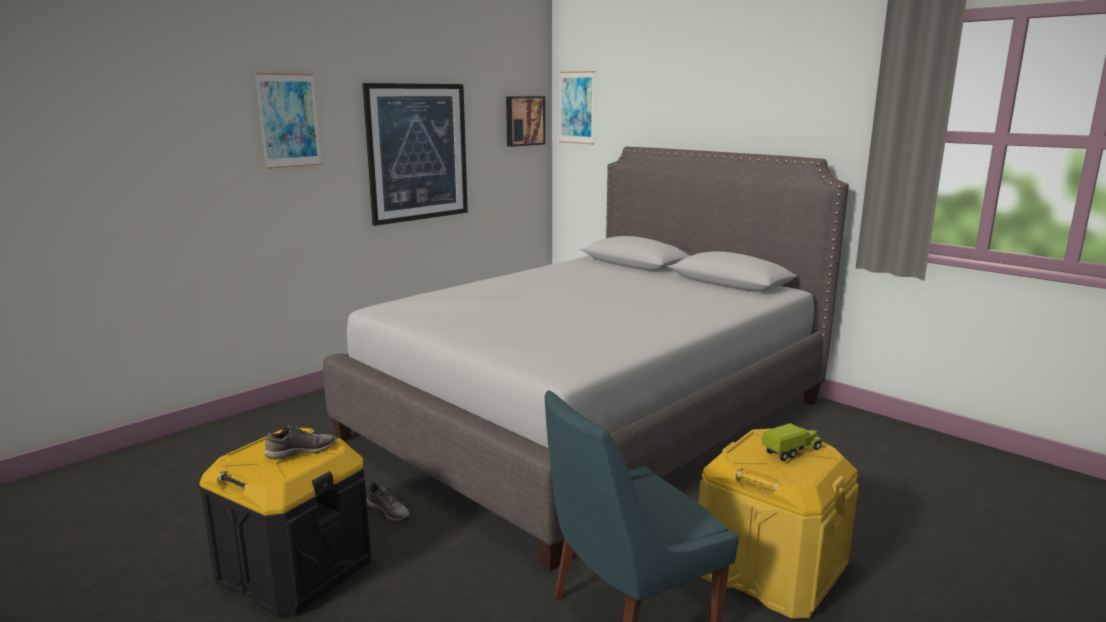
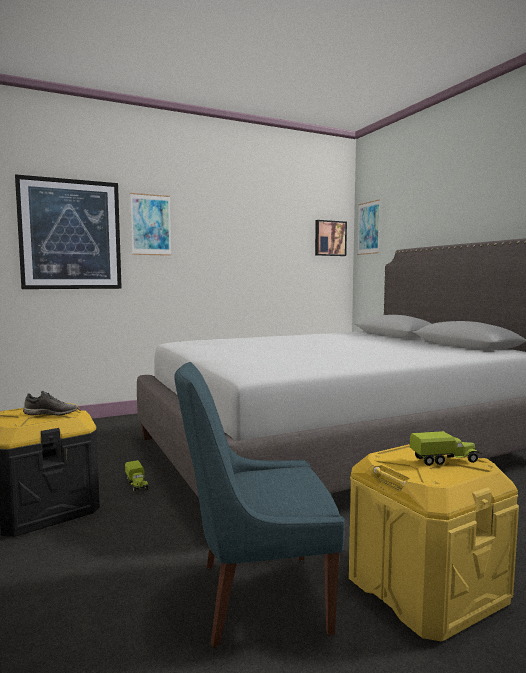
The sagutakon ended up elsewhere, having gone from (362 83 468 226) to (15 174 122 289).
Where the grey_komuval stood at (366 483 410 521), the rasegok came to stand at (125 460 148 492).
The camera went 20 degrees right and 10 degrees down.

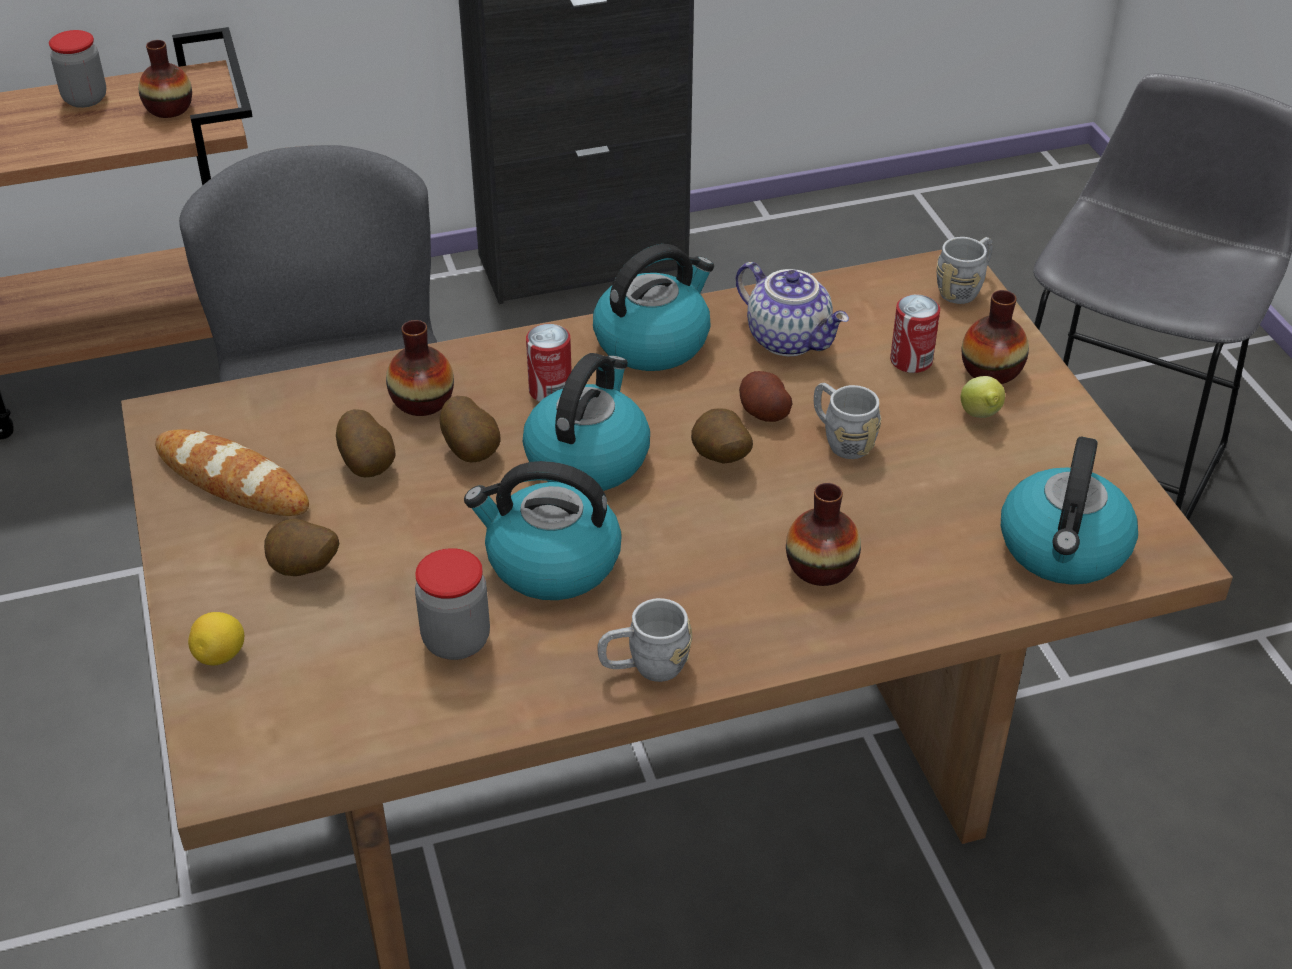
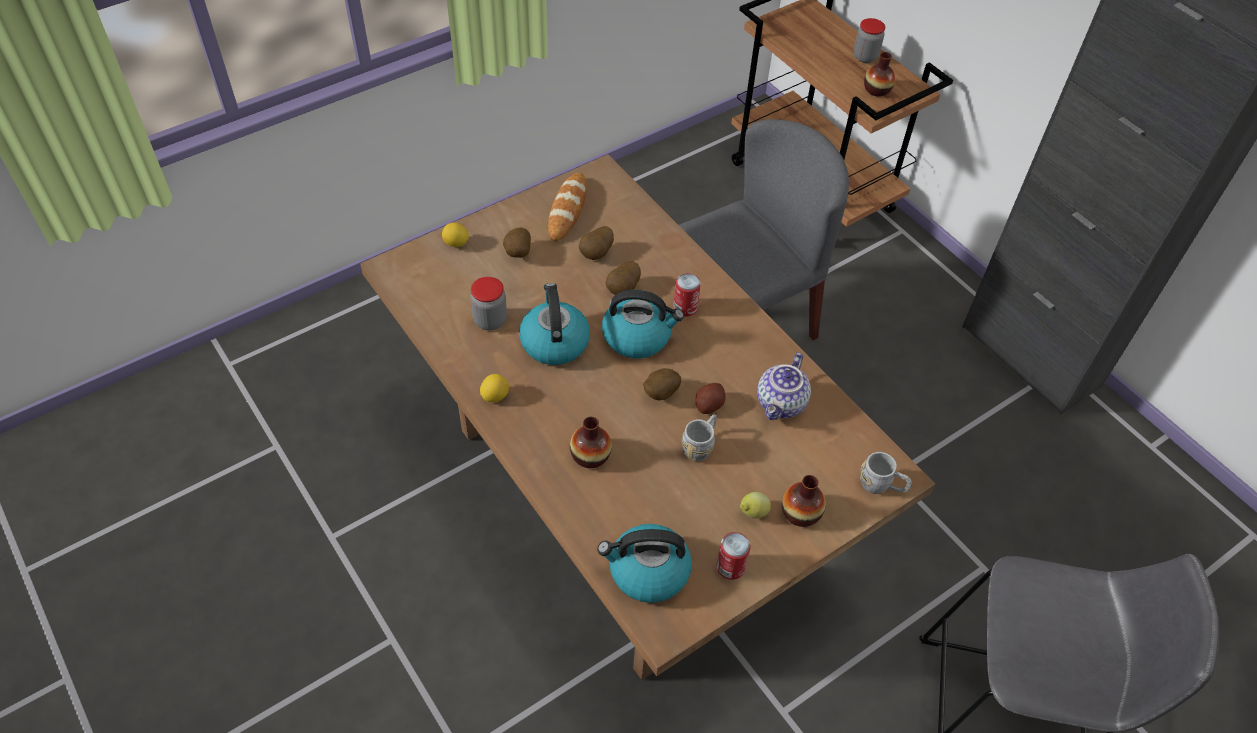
The second view lost the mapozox at (593 244 714 371).
The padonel ended up elsewhere, having gone from (890 295 940 373) to (716 532 751 580).
The second view lost the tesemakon at (386 320 454 416).
Where the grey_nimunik stood at (597 598 692 682), the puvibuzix came to stand at (480 374 509 402).
The camera went 70 degrees right and 10 degrees up.

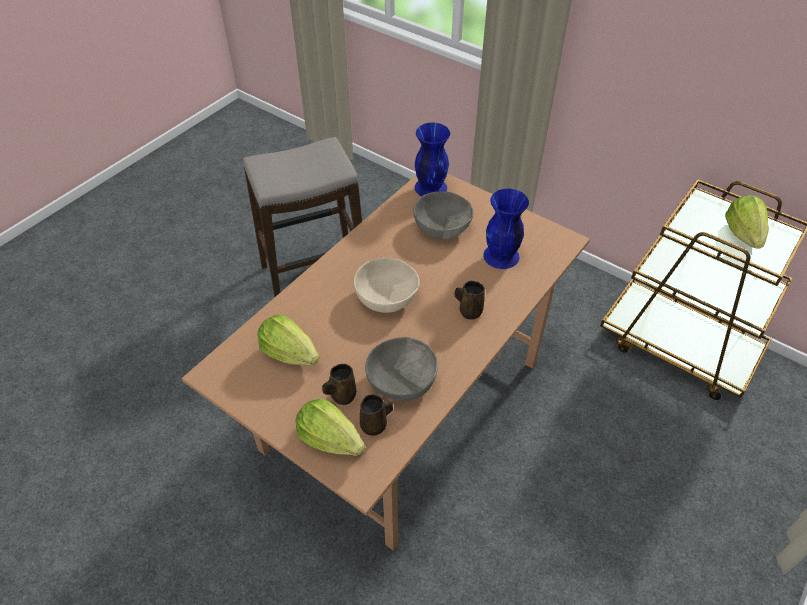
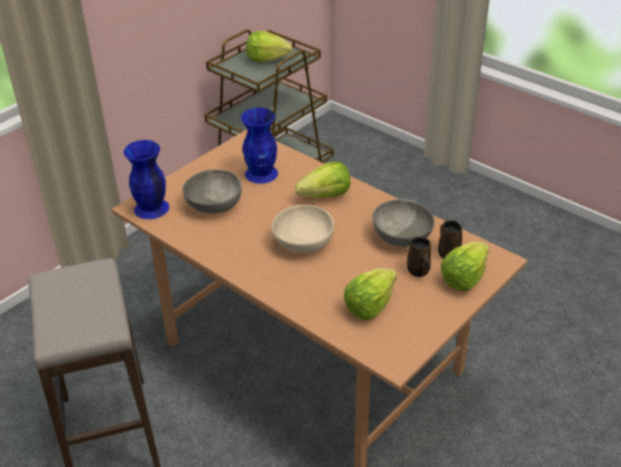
Where the brown_nimunik stood at (454 281 485 319), the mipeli came to stand at (295 162 350 198).
The camera went 85 degrees left and 10 degrees down.

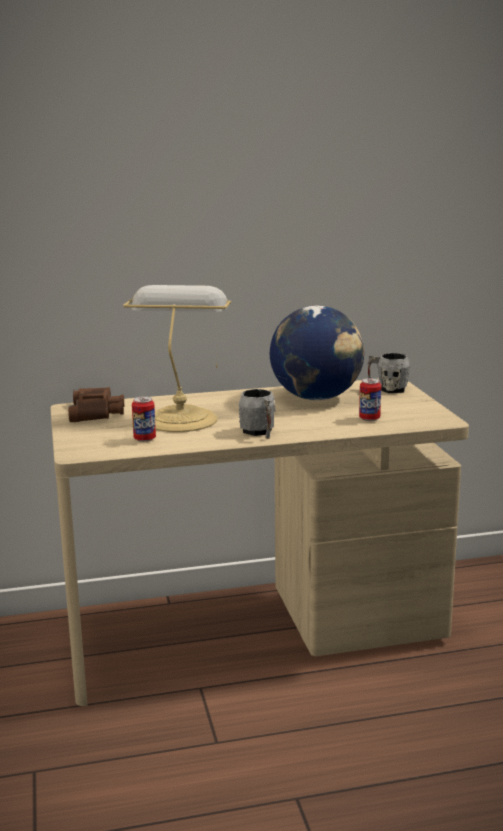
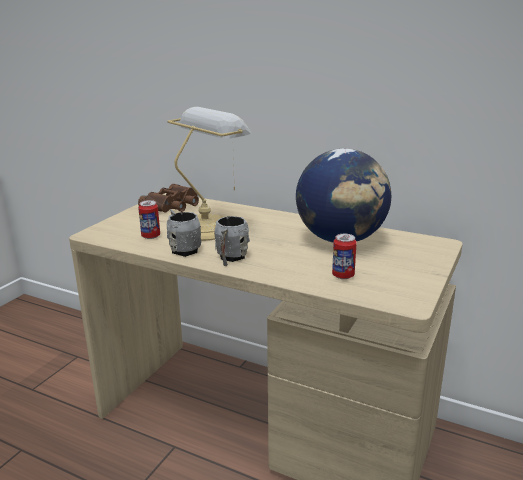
The grey_nimunik ended up elsewhere, having gone from (368 353 410 393) to (166 209 201 257).
The camera went 40 degrees right and 5 degrees up.

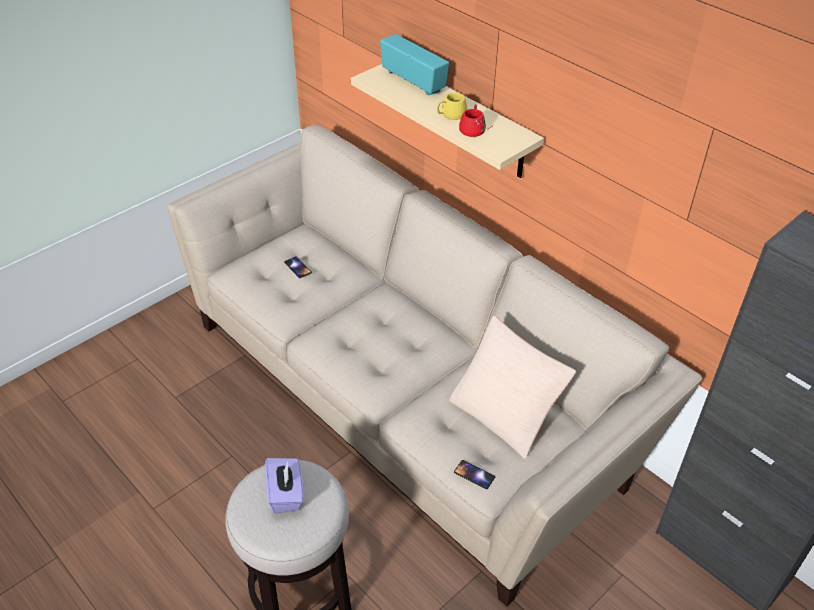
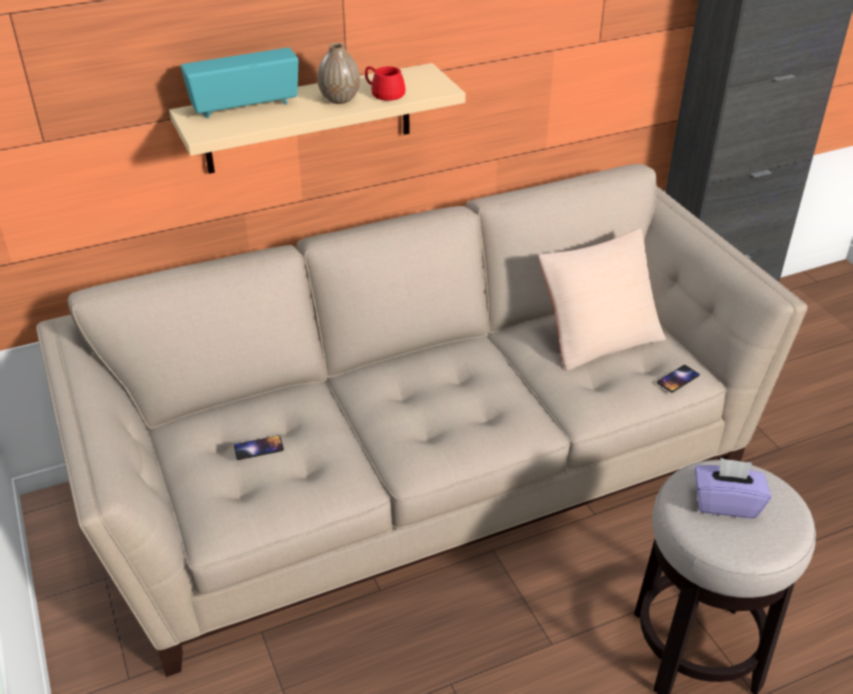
Where the yellow_nimunik stood at (436 93 467 120), the tesemakon came to stand at (317 43 360 104).
The camera went 70 degrees left and 5 degrees down.

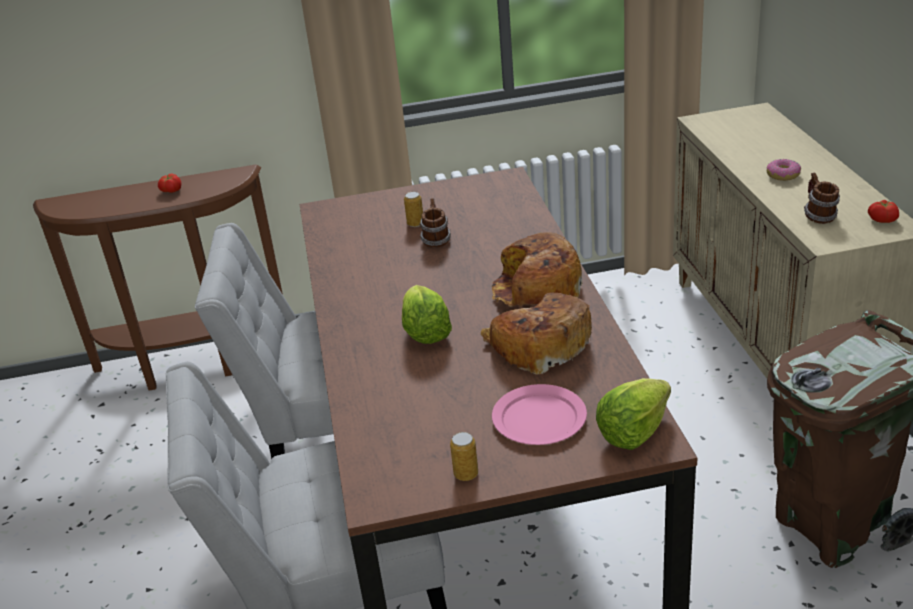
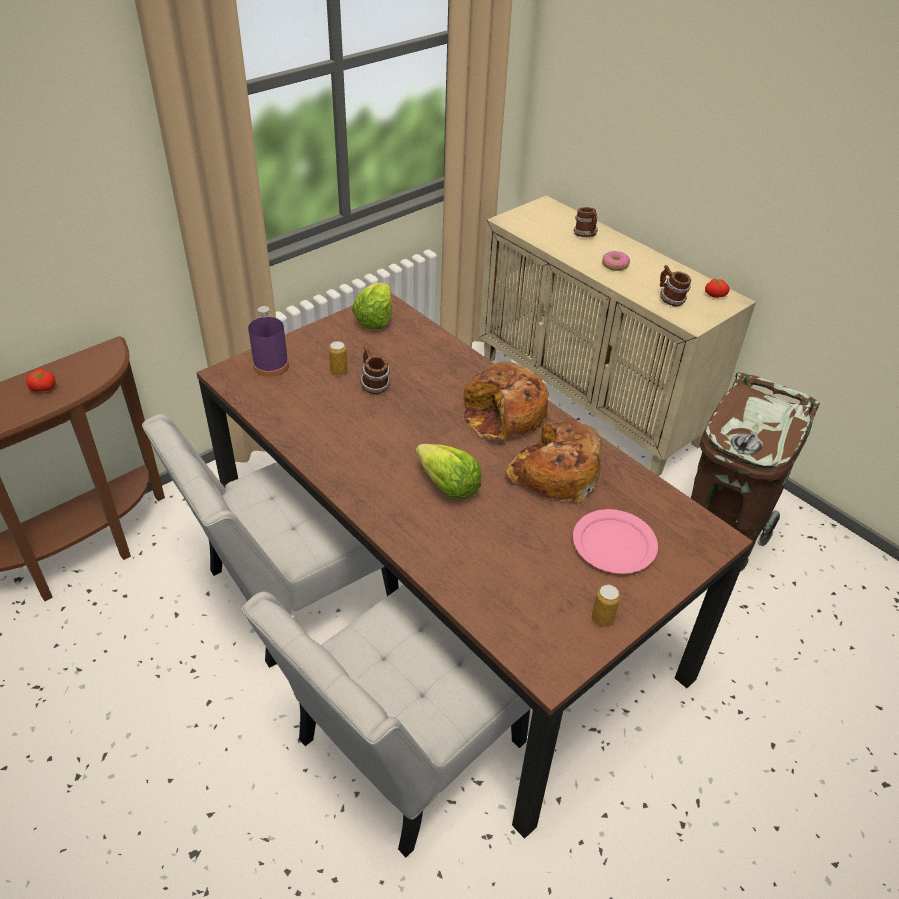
The mipeli ended up elsewhere, having gone from (596 378 671 450) to (352 283 392 330).
The second view gained the nimunik at (573 207 598 237).
The second view gained the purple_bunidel at (248 306 289 377).
The camera went 35 degrees left and 10 degrees up.

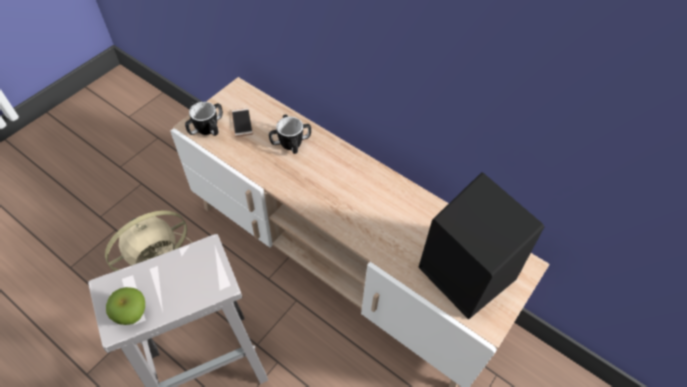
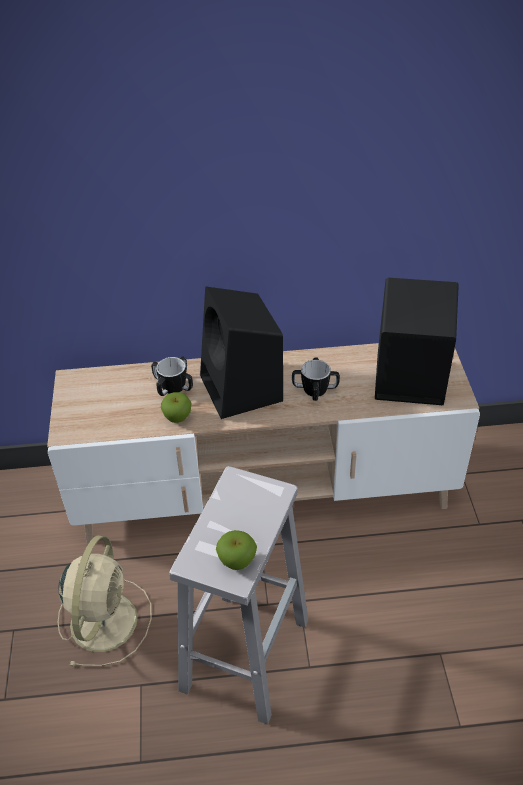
The nimunik ended up elsewhere, having gone from (185 102 223 136) to (292 357 340 401).
The second view lost the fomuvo at (231 108 253 137).
The second view gained the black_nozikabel at (200 286 283 419).
The second view gained the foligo at (161 392 191 423).
The camera went 40 degrees left and 10 degrees down.

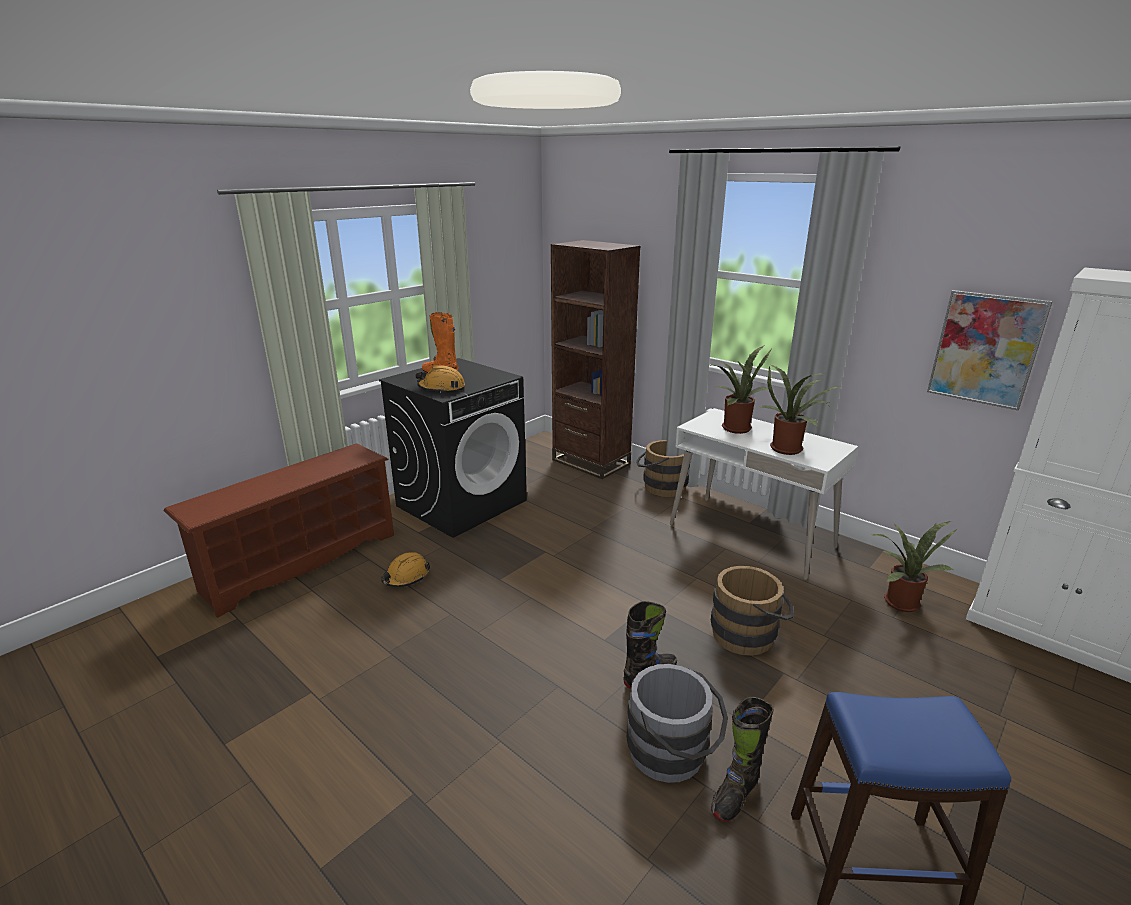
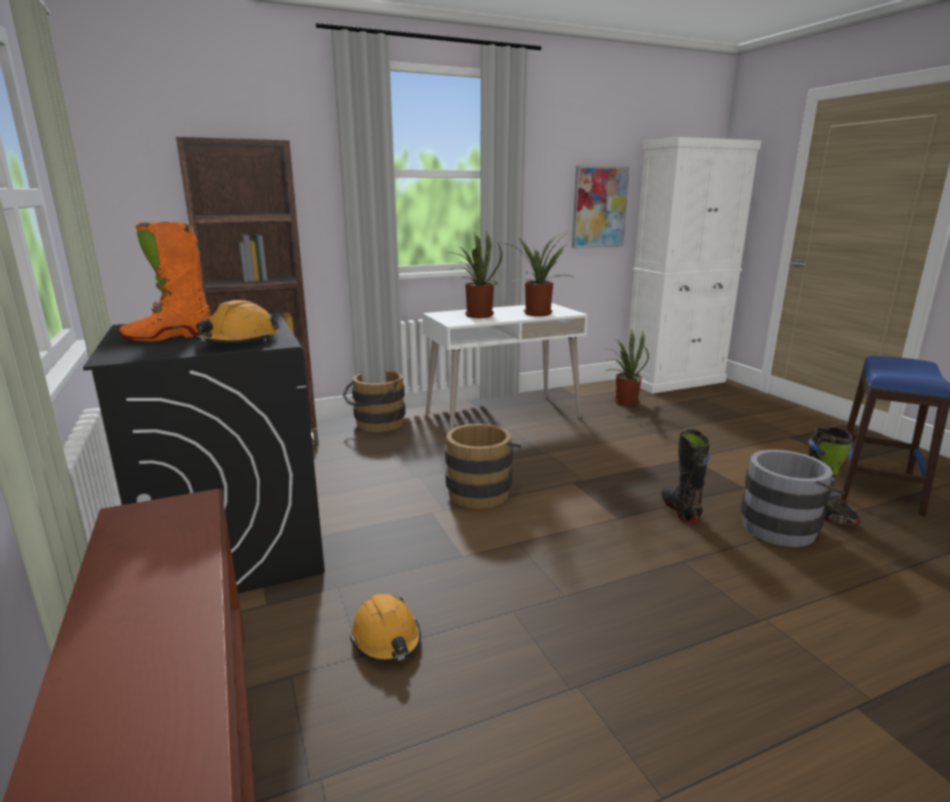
The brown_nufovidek ended up elsewhere, having gone from (711 566 794 656) to (444 424 521 509).
The camera went 65 degrees left and 5 degrees down.

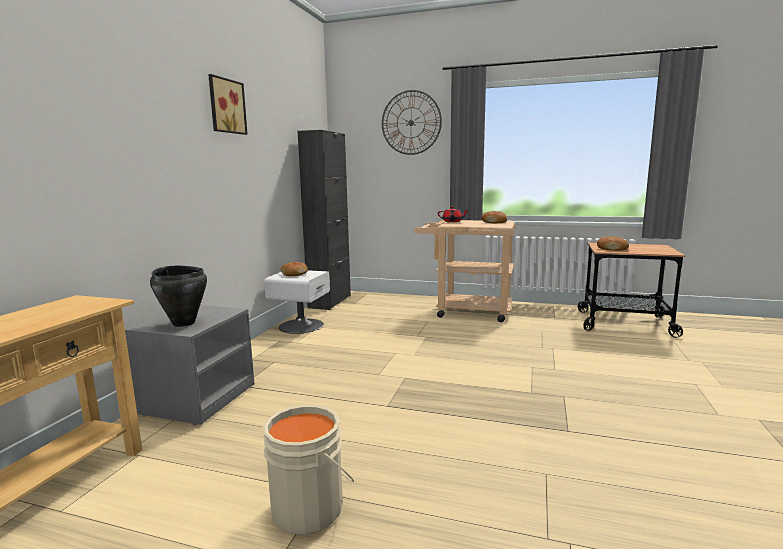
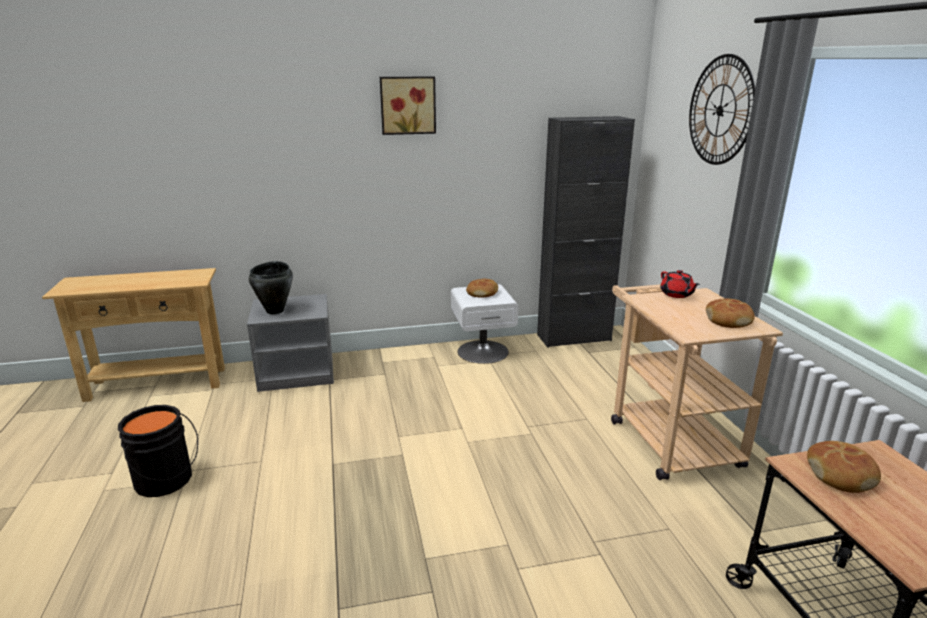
What was the beige_nufovidek at (263 405 354 535) turned into the black_nufovidek at (118 405 198 497).
The camera went 60 degrees right and 10 degrees up.

